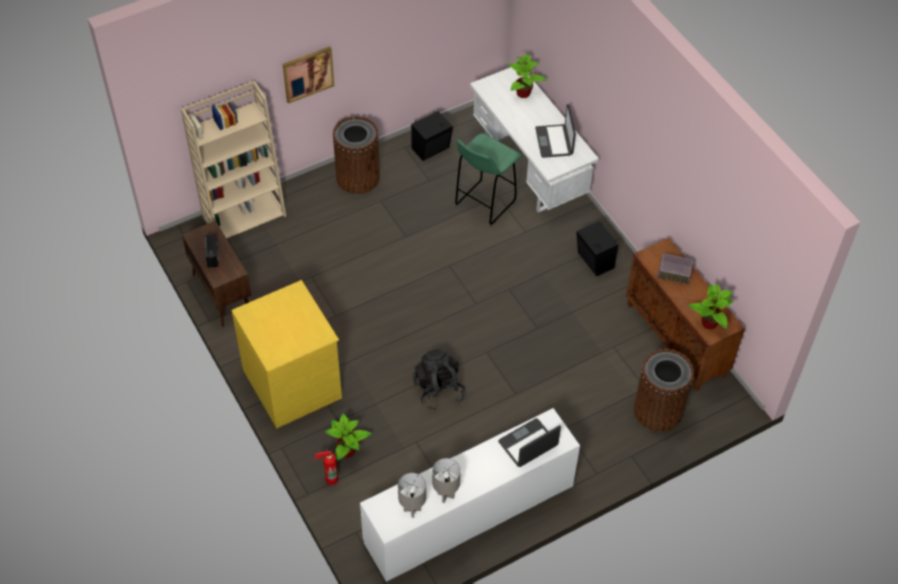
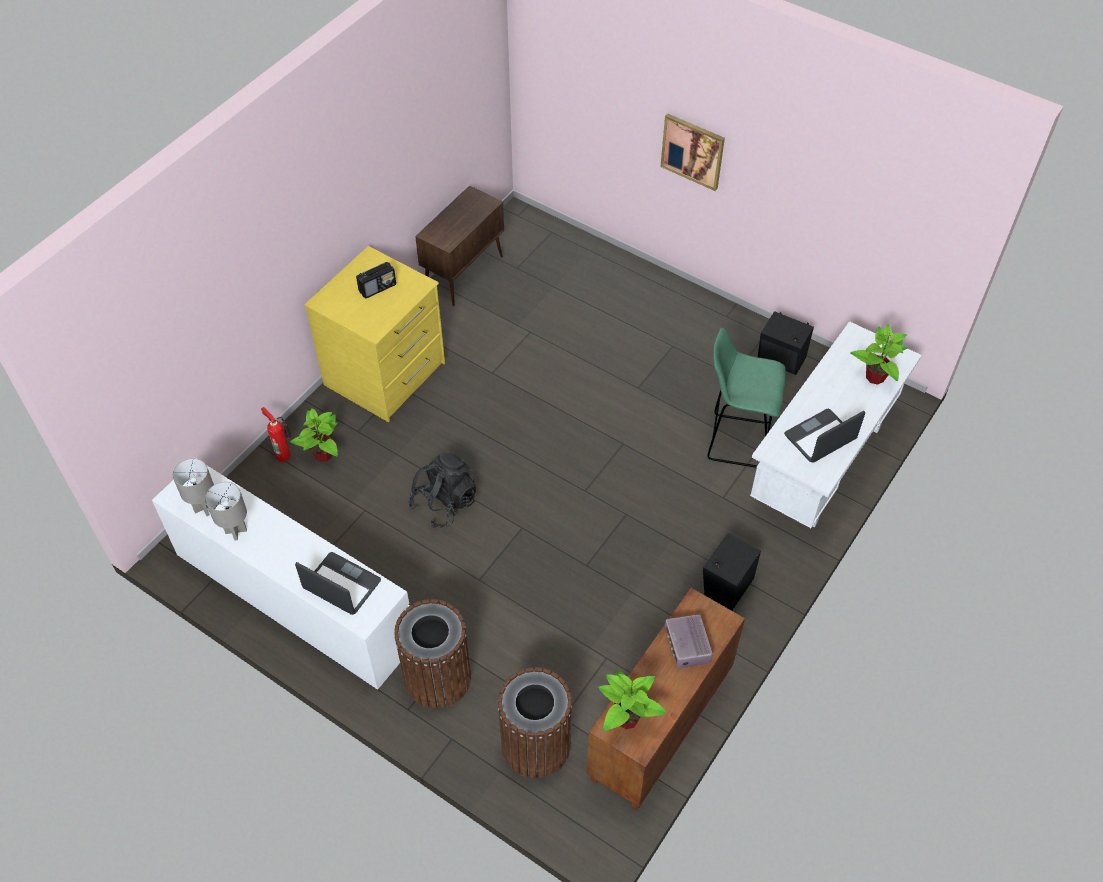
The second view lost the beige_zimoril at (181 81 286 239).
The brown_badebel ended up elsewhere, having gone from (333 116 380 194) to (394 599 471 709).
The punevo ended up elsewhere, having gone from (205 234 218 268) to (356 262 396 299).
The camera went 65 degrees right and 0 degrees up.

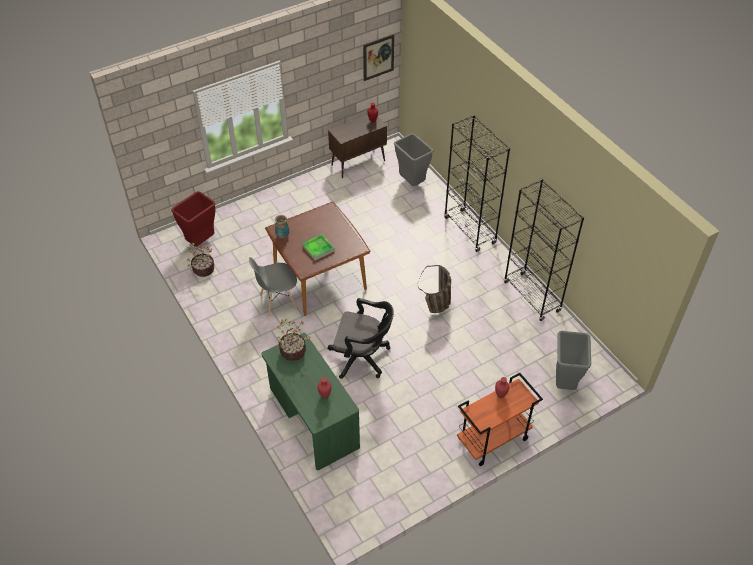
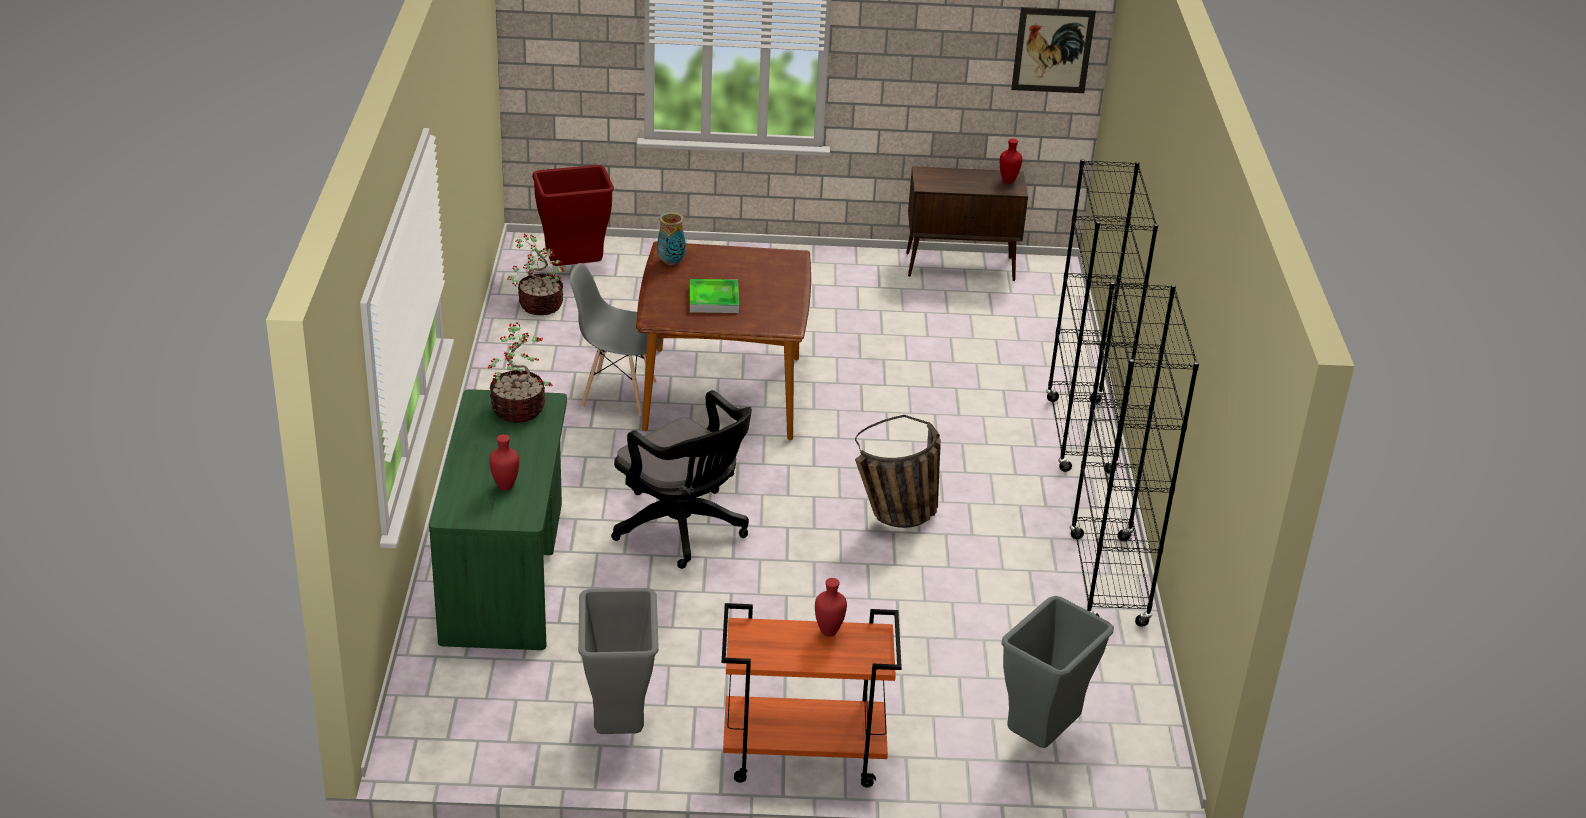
The grey_badebel ended up elsewhere, having gone from (394 133 433 186) to (578 588 659 734).
The camera went 30 degrees right and 15 degrees down.

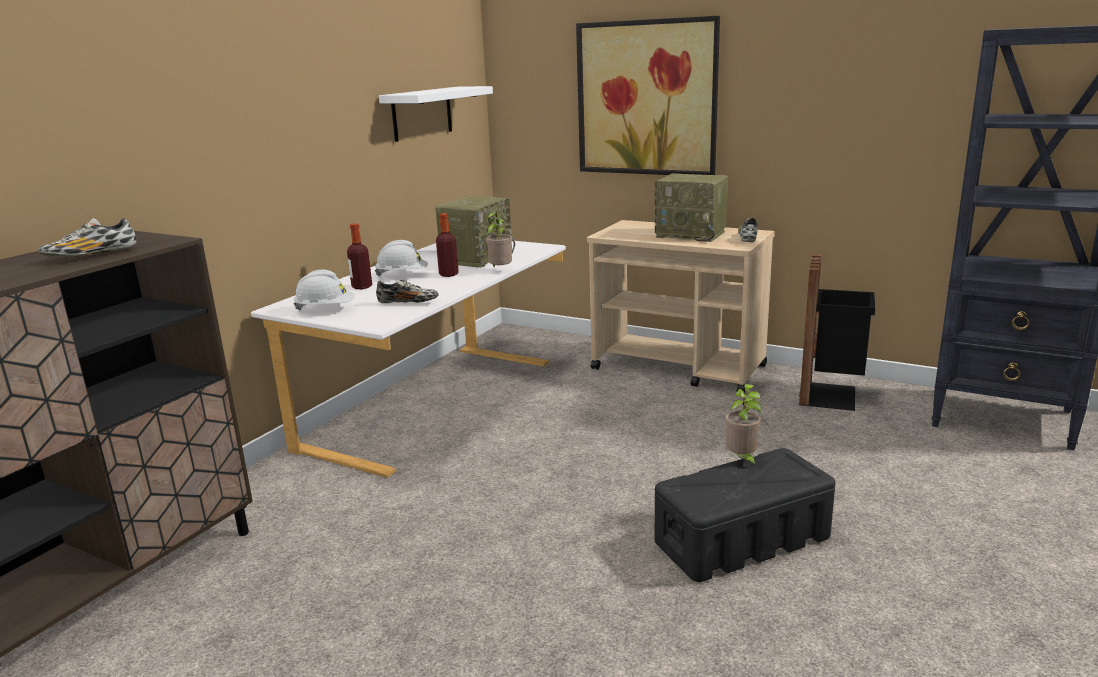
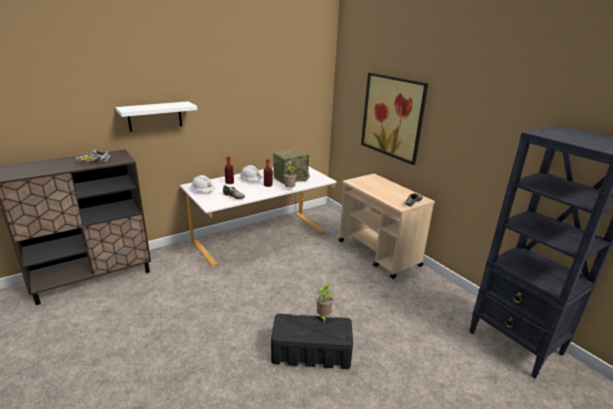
The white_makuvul ended up elsewhere, having gone from (379 86 493 142) to (115 101 197 132).
The second view lost the punevo at (655 173 728 242).
The second view lost the black_badebel at (799 254 875 411).
The camera went 25 degrees right and 5 degrees up.

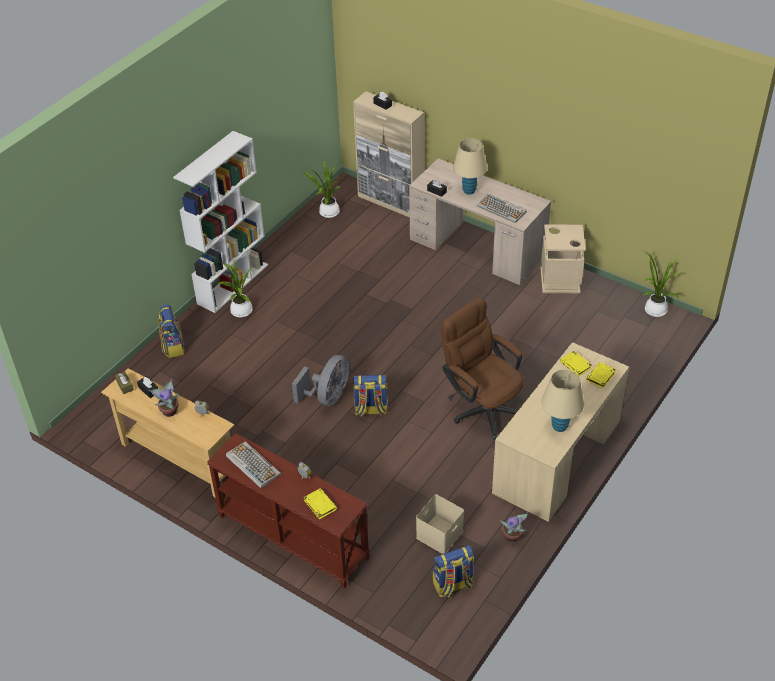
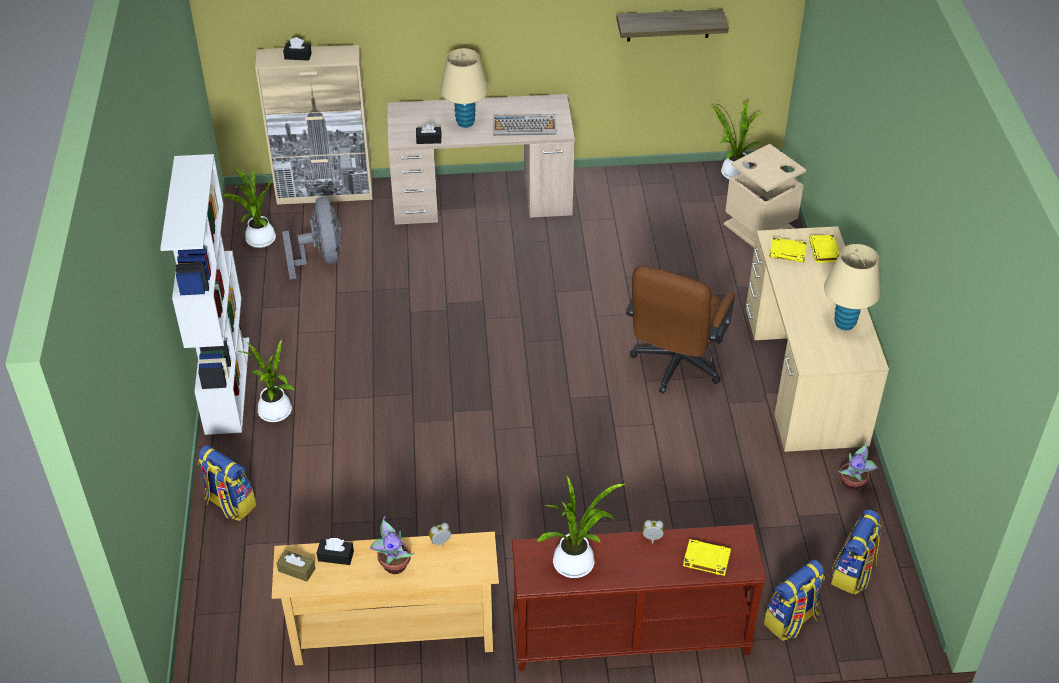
The beige_badebel ended up elsewhere, having gone from (540 225 586 293) to (724 144 806 248).
The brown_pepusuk at (441 297 524 440) ended up facing another way, 75 degrees counterclockwise from before.
The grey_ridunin ended up elsewhere, having gone from (292 355 349 406) to (282 197 341 280).
The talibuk ended up elsewhere, having gone from (353 375 388 417) to (764 559 825 641).
Where the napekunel stood at (226 442 281 488), the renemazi came to stand at (536 475 625 578).
The second view lost the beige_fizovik at (416 494 464 554).
The second view gained the makuvul at (617 9 729 42).
The camera went 40 degrees left and 0 degrees up.

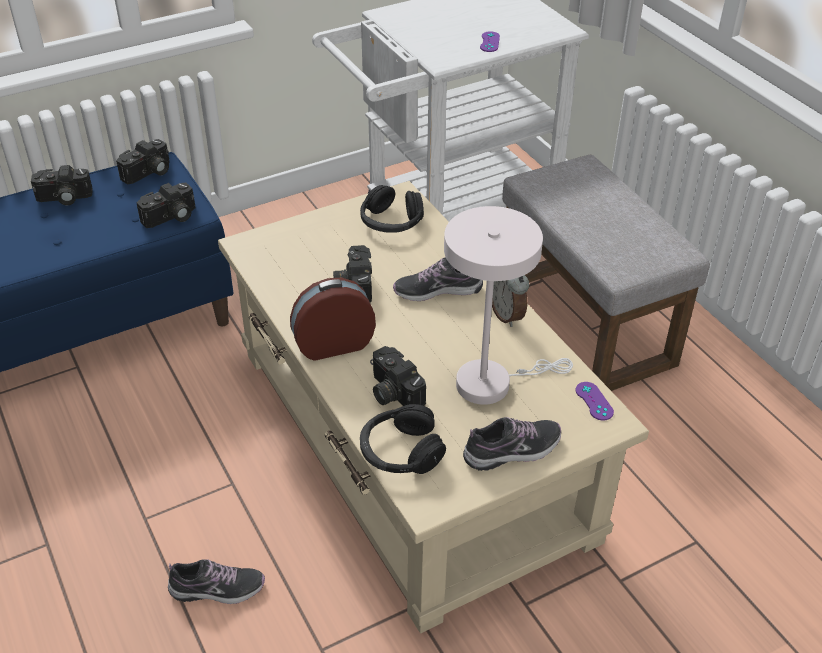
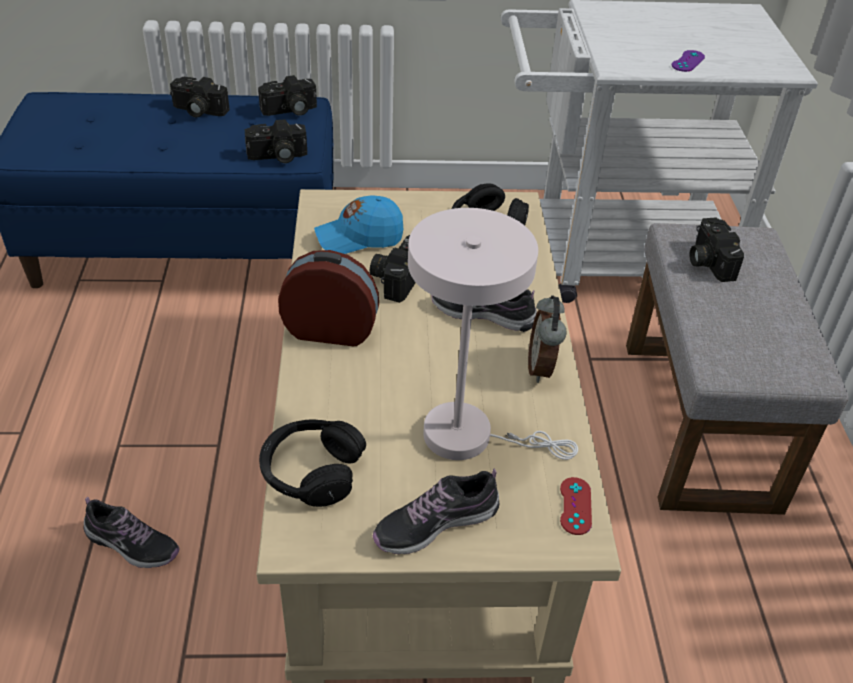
The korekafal ended up elsewhere, having gone from (370 346 426 406) to (689 217 744 282).
What was the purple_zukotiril at (576 382 614 420) turned into the red_zukotiril at (560 477 592 535).
The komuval at (463 417 561 471) ended up facing another way, 150 degrees clockwise from before.
The second view gained the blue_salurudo at (314 196 403 254).
The camera went 25 degrees right and 0 degrees up.

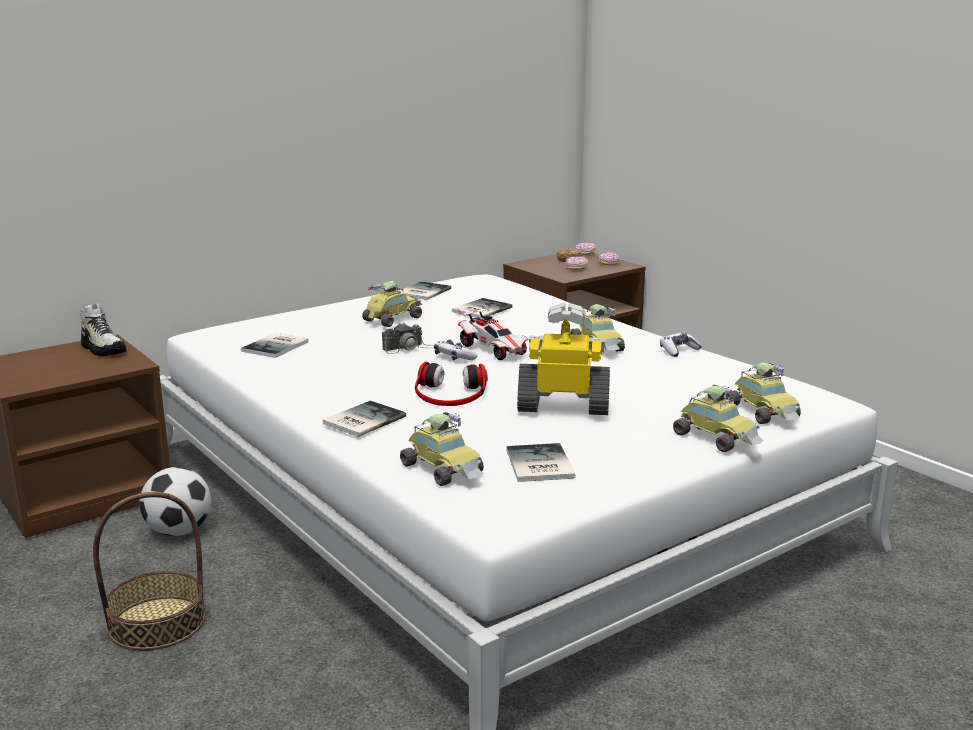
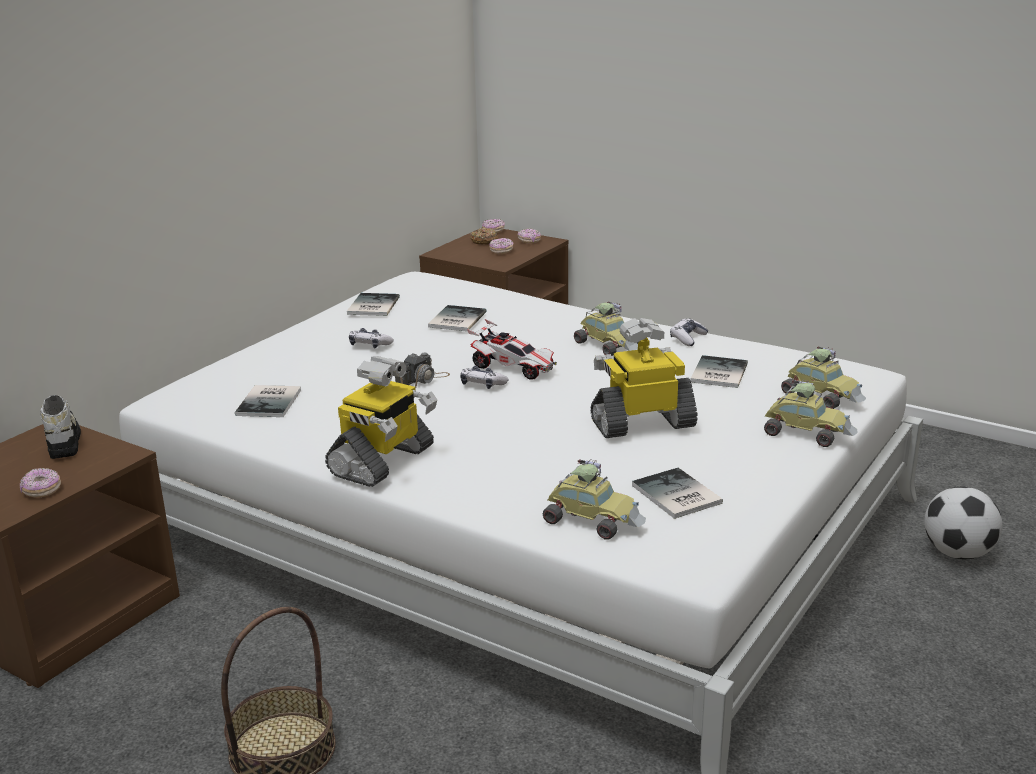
Where the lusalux stood at (362 281 423 327), the zukotiril came to stand at (349 328 394 348).
The komuval at (80 304 127 356) ended up facing another way, 135 degrees counterclockwise from before.
The second view lost the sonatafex at (415 362 488 406).
The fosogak ended up elsewhere, having gone from (323 401 406 437) to (691 355 748 388).
The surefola ended up elsewhere, having gone from (139 467 211 536) to (924 487 1002 559).
The second view gained the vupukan at (325 356 437 487).
The second view gained the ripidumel at (20 468 61 497).
The camera went 20 degrees left and 5 degrees up.

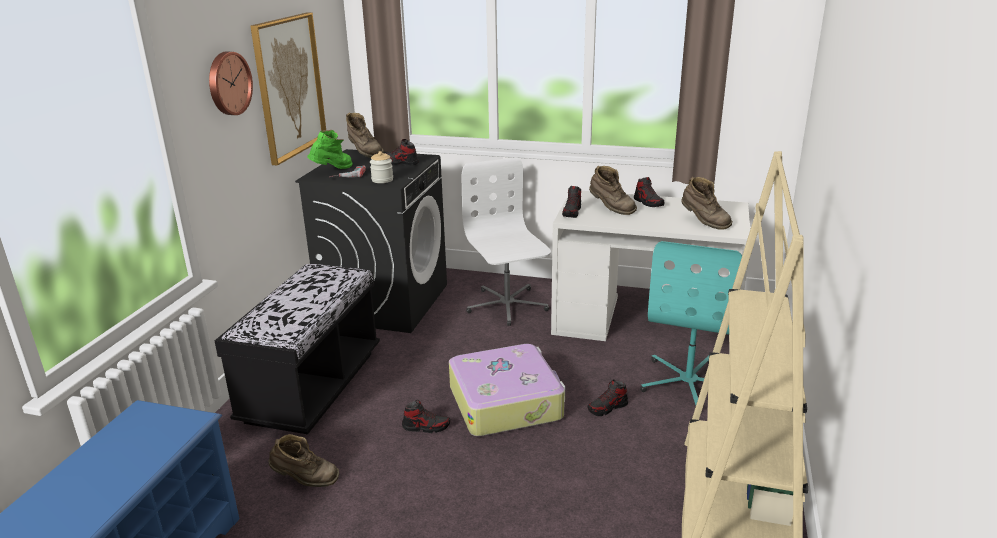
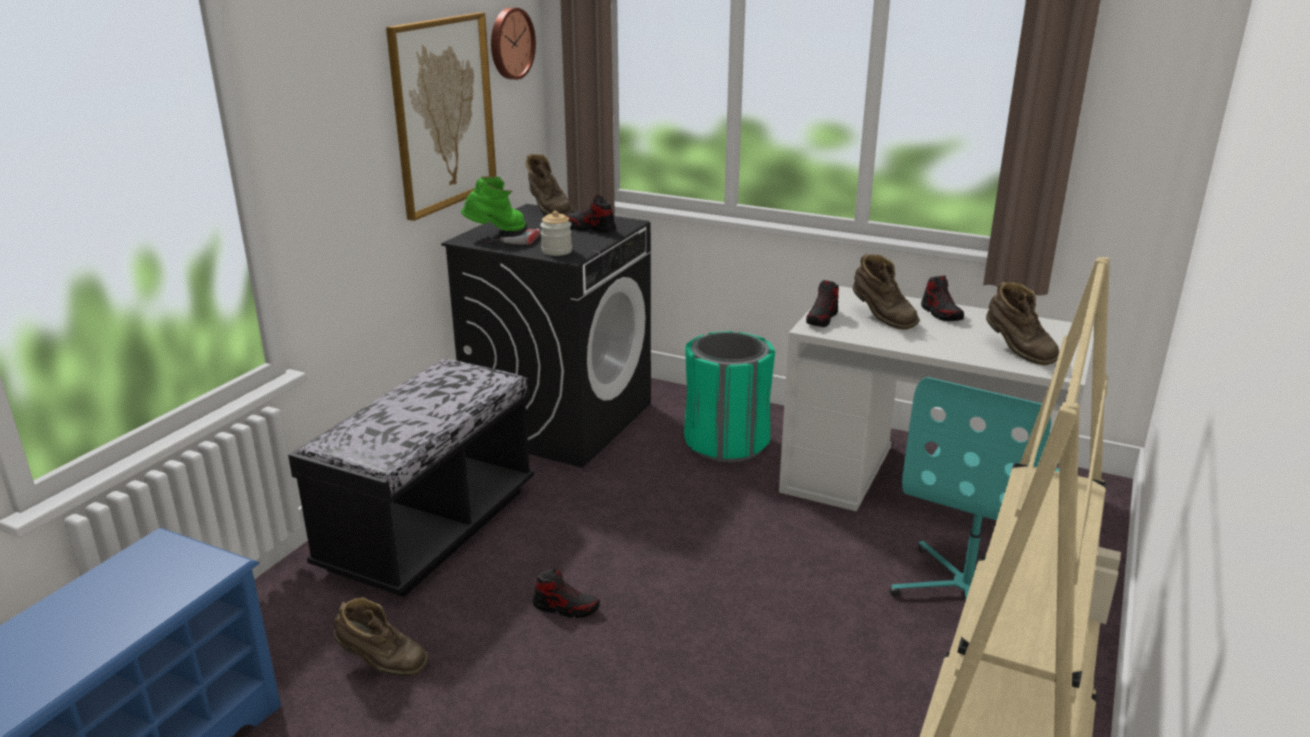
The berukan ended up elsewhere, having gone from (209 52 253 115) to (491 7 536 80).
Where the white_pepusuk stood at (462 157 551 326), the green_badebel came to stand at (684 331 775 462).
The second view lost the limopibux at (449 344 565 436).
The second view lost the komuval at (587 379 628 416).
The camera went 10 degrees right and 0 degrees up.

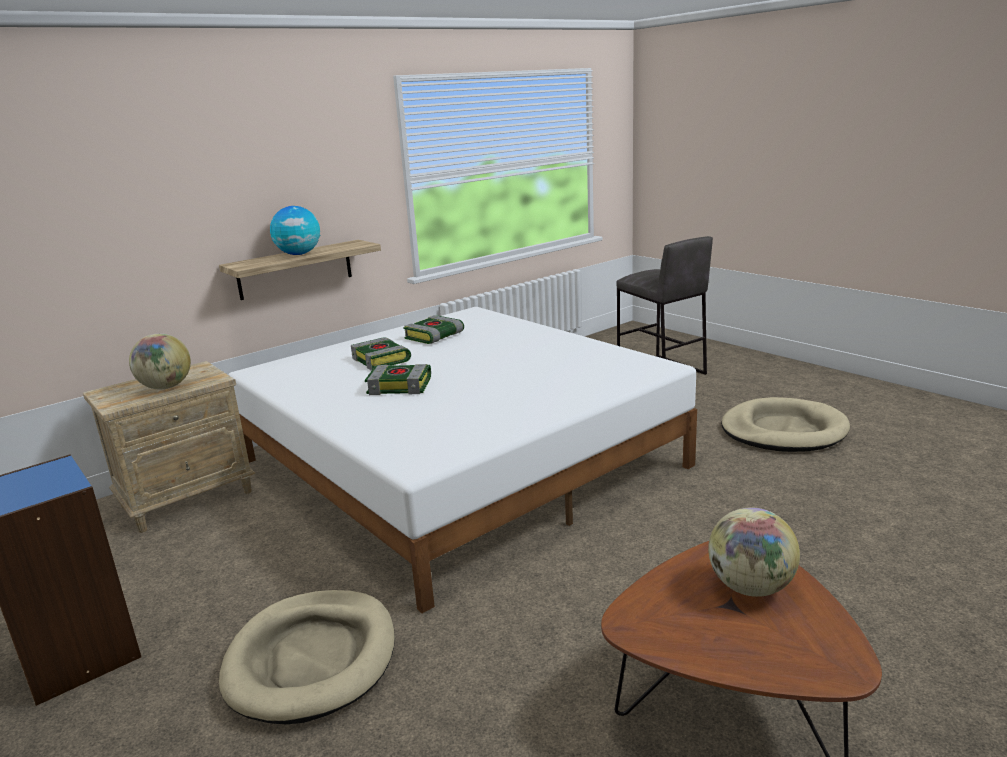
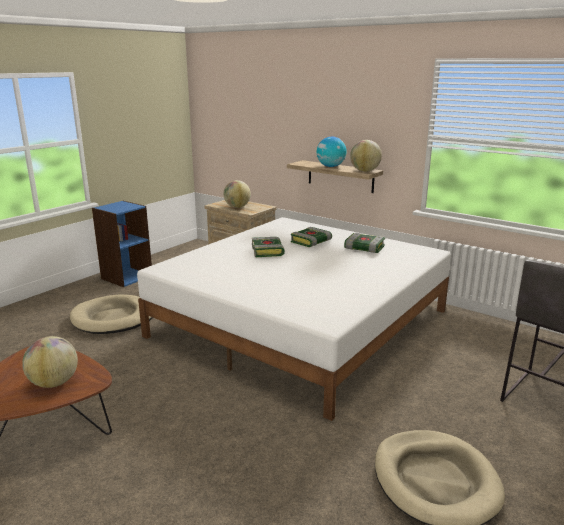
The second view gained the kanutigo at (350 140 382 172).
The camera went 75 degrees right and 0 degrees up.

